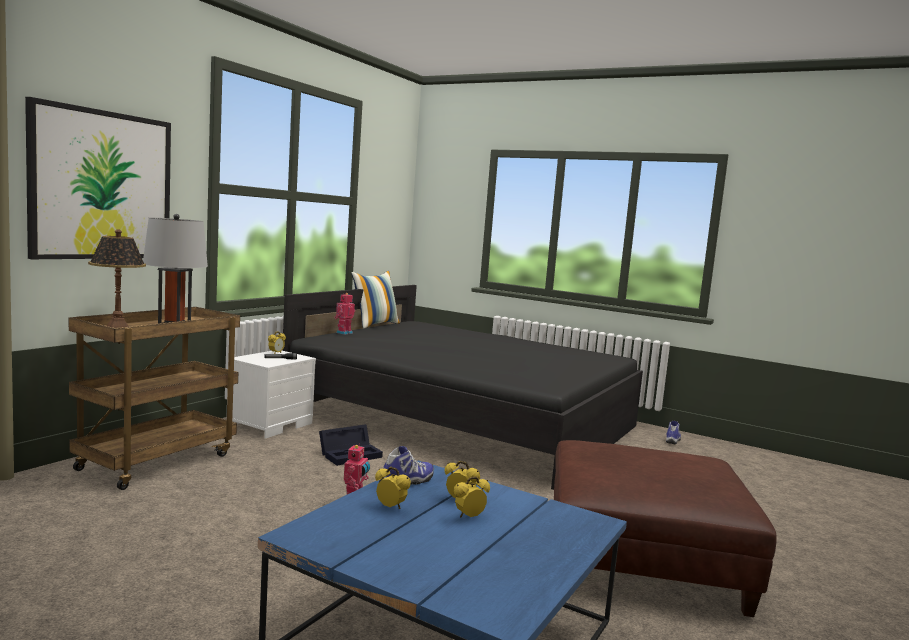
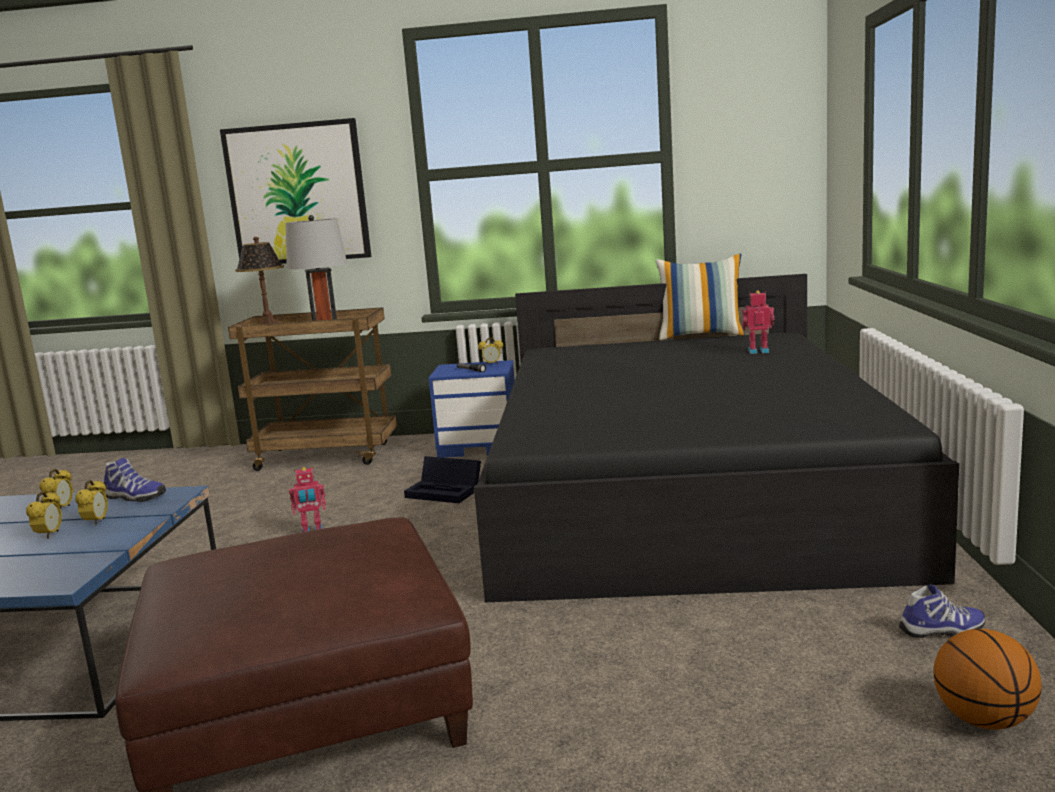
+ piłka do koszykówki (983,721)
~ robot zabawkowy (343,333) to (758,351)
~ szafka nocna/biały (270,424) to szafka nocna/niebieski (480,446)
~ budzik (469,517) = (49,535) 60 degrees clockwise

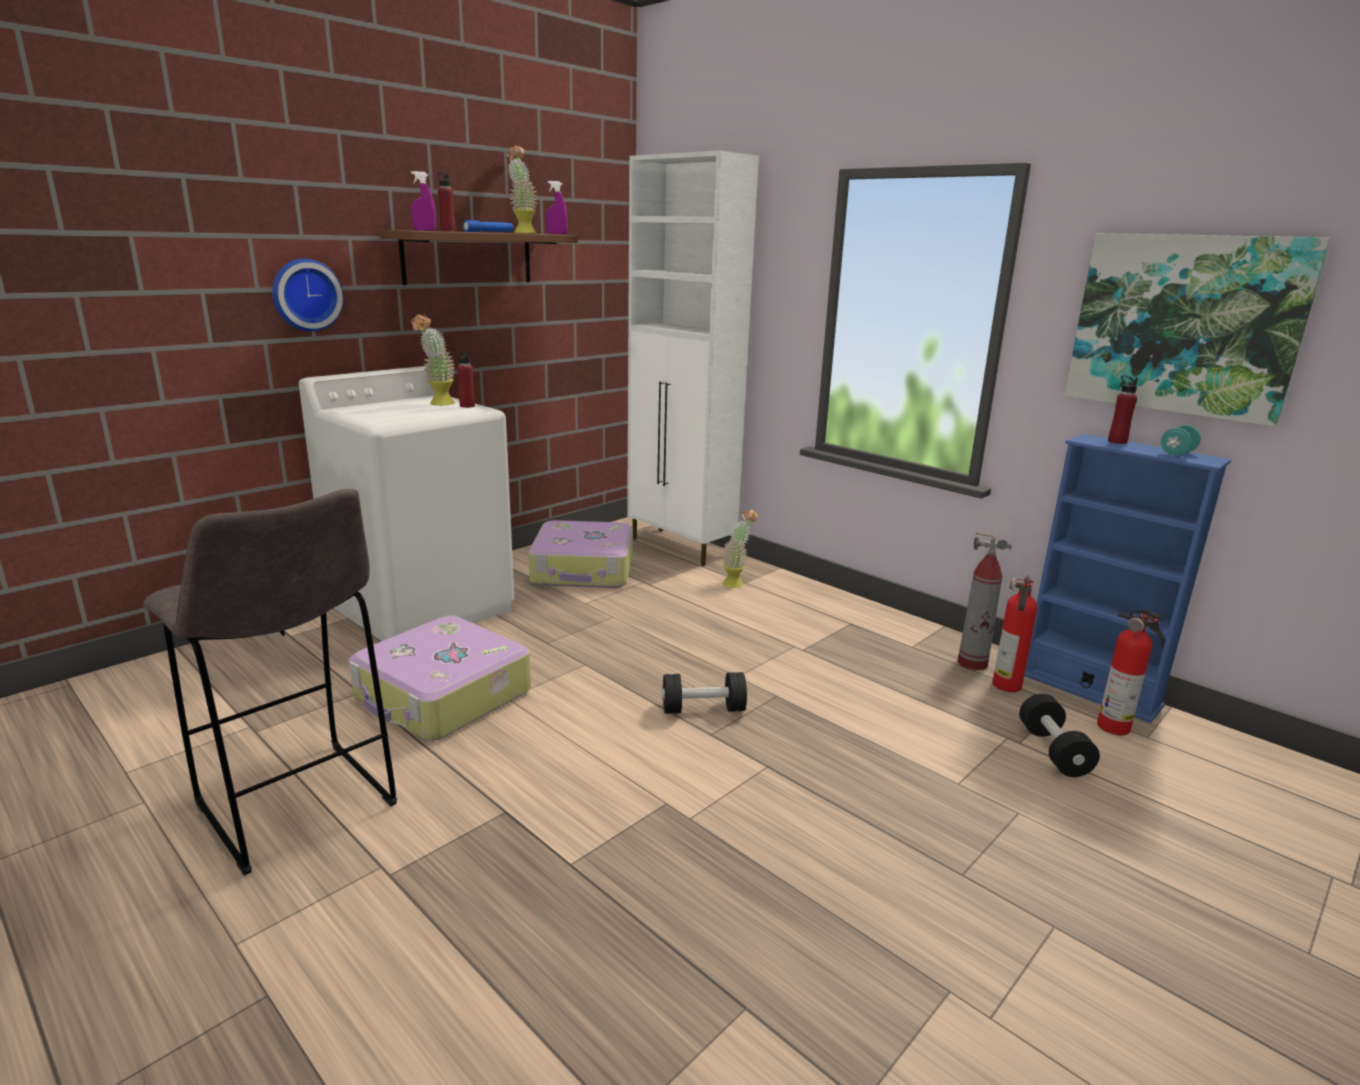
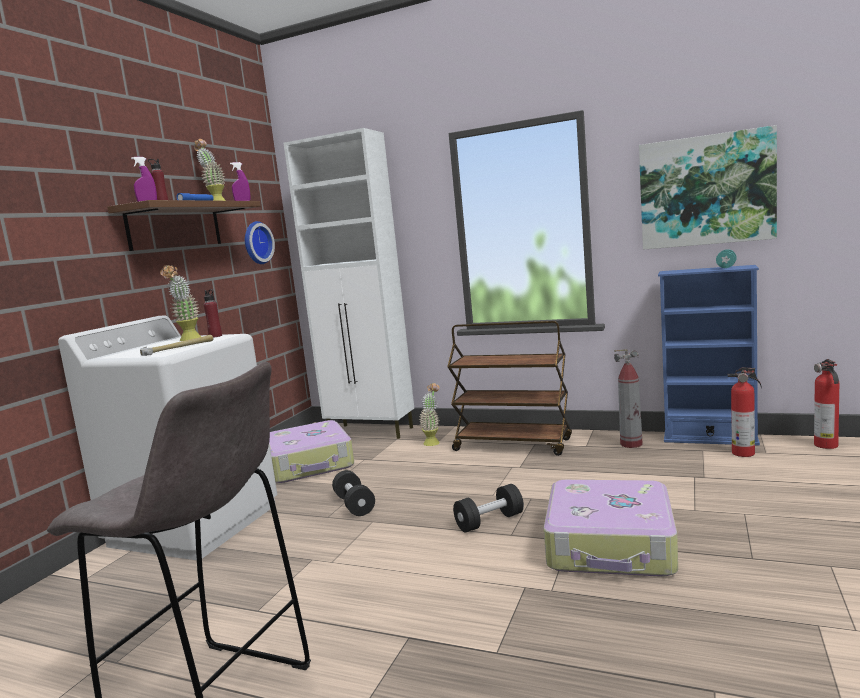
- butelka/czerwony (1117,441)
+ młotek (178,348)
+ wózek/brązowy (513,445)
~ zegar ścienny (305,295) to (256,243)
~ walizka (443,696) to (611,545)
~ gaśnica (1006,686) to (826,445)
~ hantel/czarny (1053,751) to (354,505)

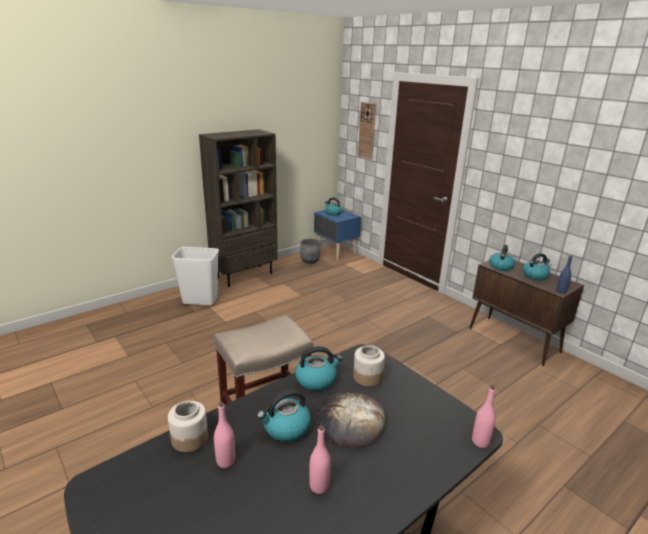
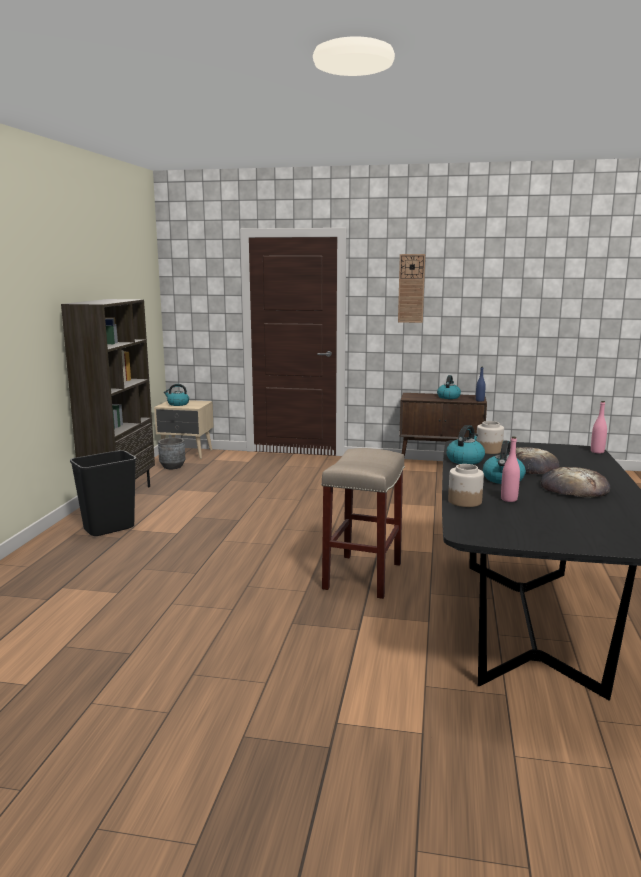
- czajnik (501,266)
~ zegar ścienny (367,130) to (411,288)
~ butelka/różowy (319,486) to chleb (573,488)
~ kosz na śmieci/biały (200,300) to kosz na śmieci/czarny (109,528)
~ szafka nocna/niebieski (335,252) to szafka nocna/beżowy (186,453)

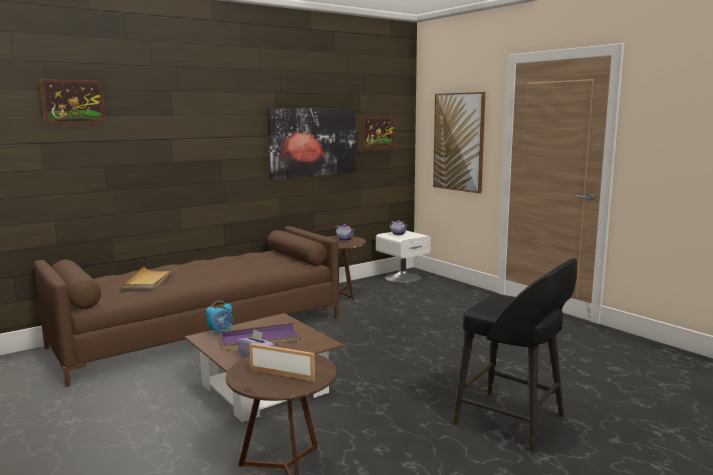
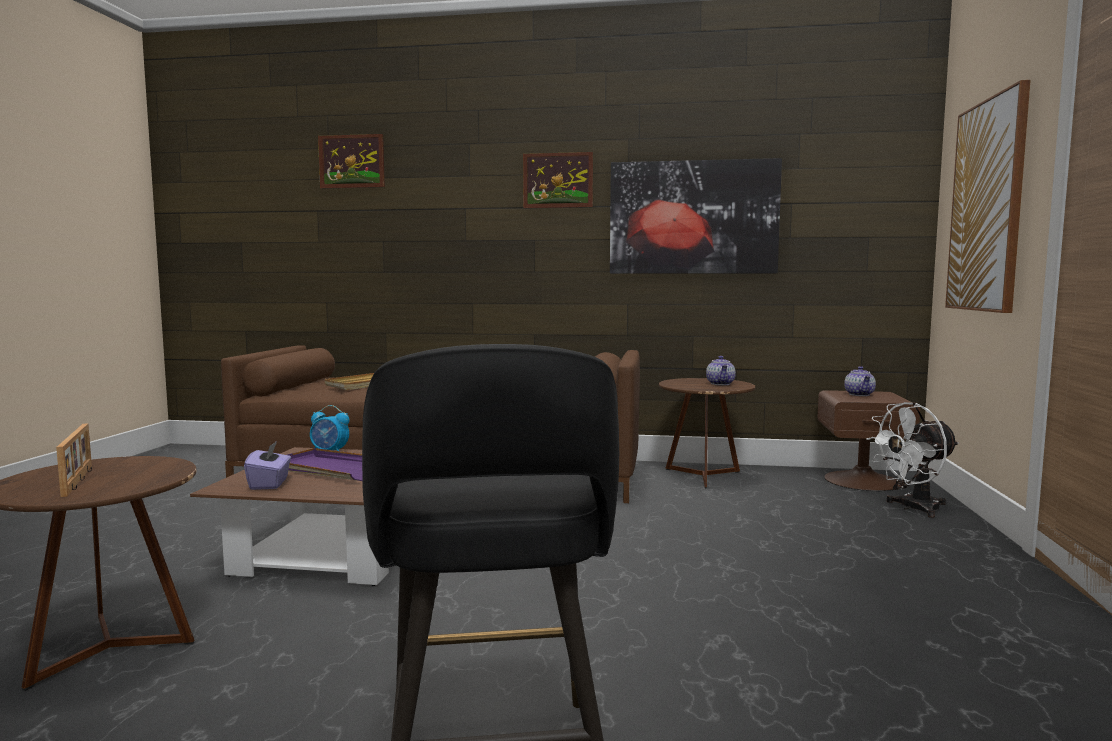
+ wentylator/biały (912,508)
~ obraz (377,132) to (558,180)
~ szafka nocna/biały (402,277) to szafka nocna/brązowy (862,480)

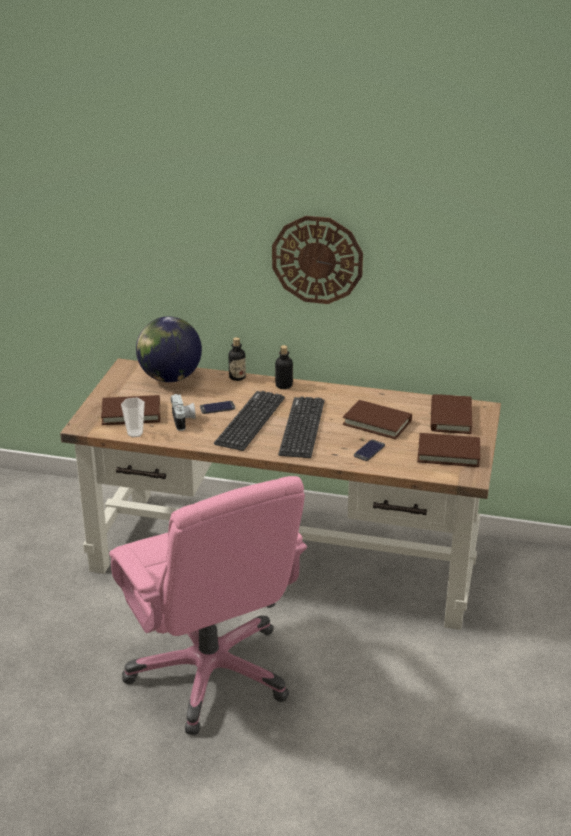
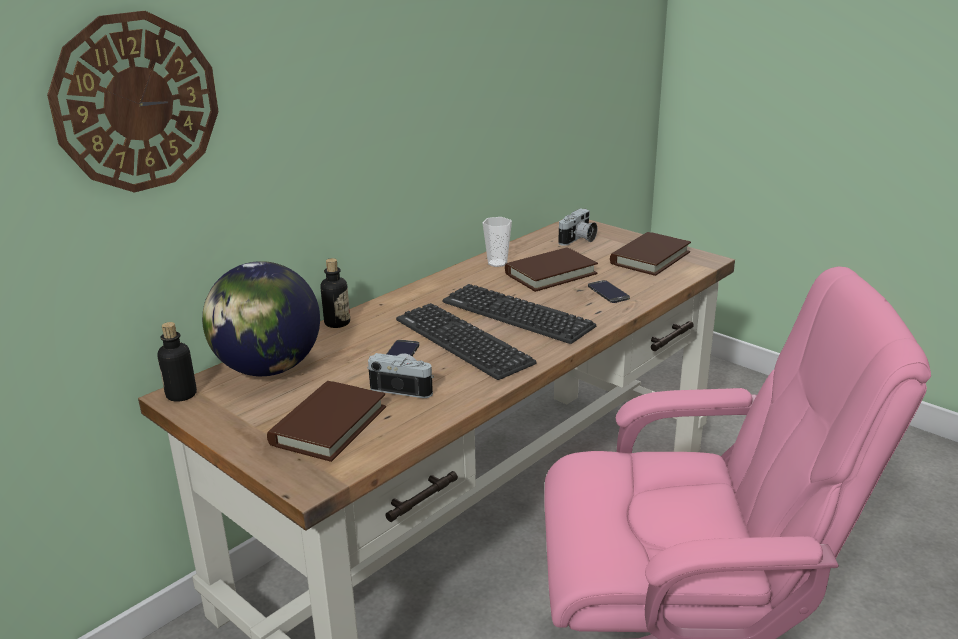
~ filiżanka (135,433) to (497,263)
~ zegar ścienny (317,259) to (137,103)
~ butelka (284,385) to (181,394)
~ książka/brązowy (450,417) to aparat fotograficzny (578,240)

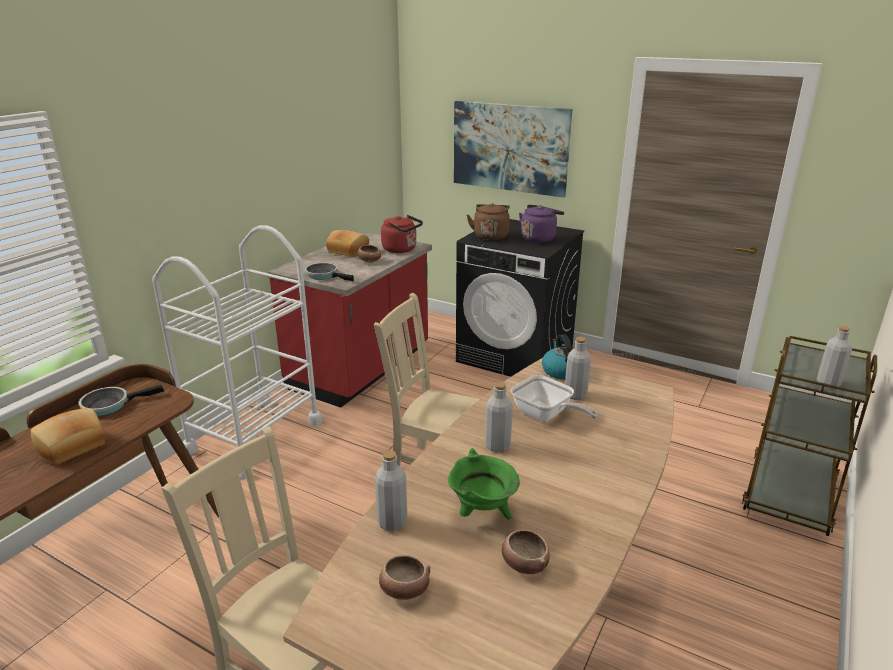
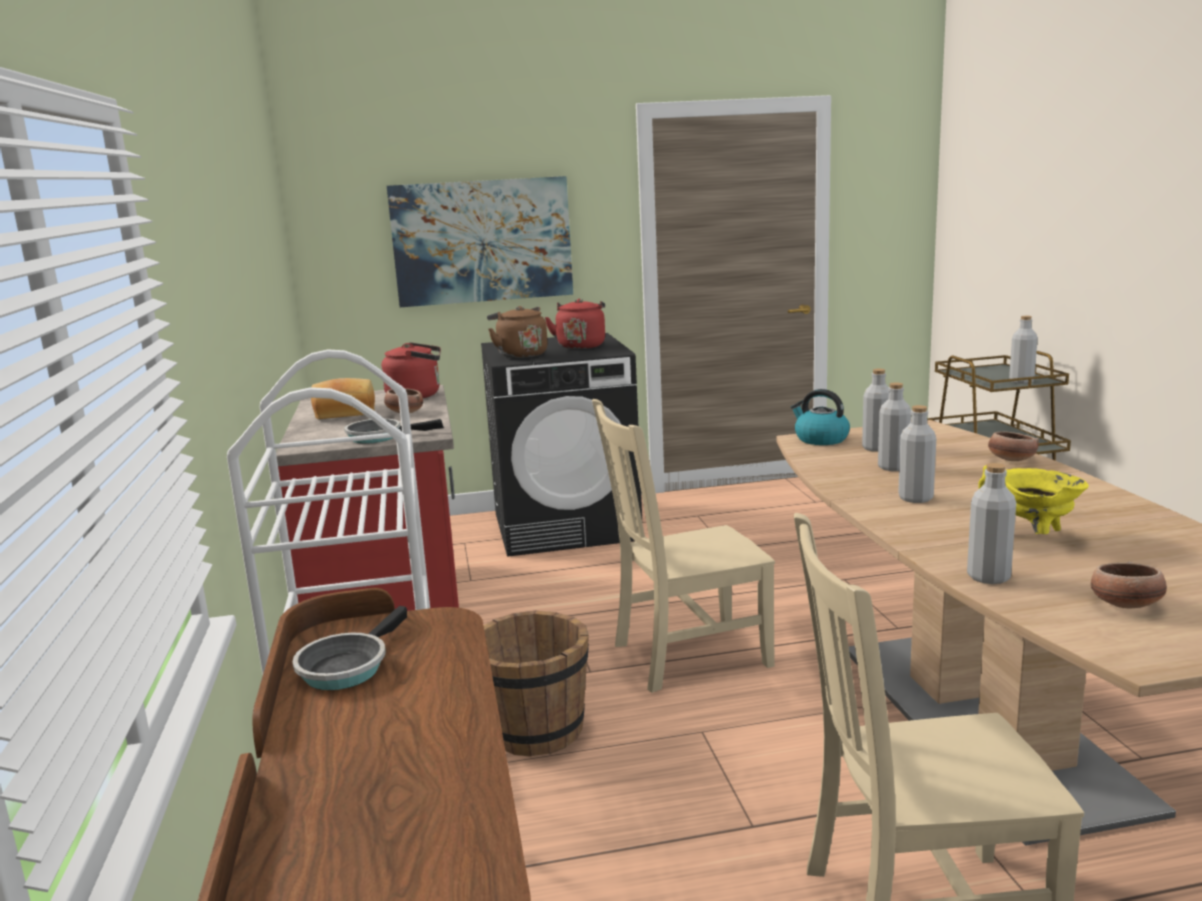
- chleb (72,447)
+ wiadro/brązowy (535,731)
~ miska (524,563) to (1010,460)
~ patelnia (545,415) to butelka/szary (893,467)
~ garnek/zielony (482,513) to garnek/żółty (1031,537)
~ czajnik/fioletowy (539,238) to czajnik/czerwony (581,346)

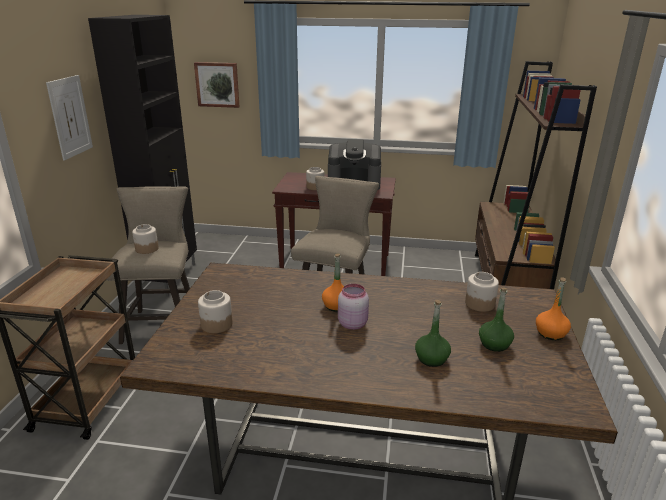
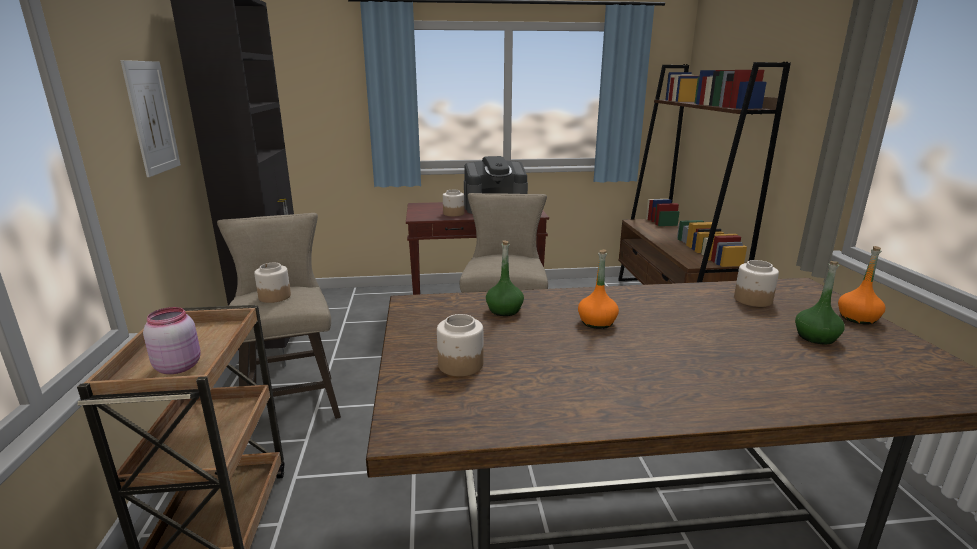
- obraz (217,84)
~ słoik/różowy (352,323) to (178,366)
~ butelka/zielony (432,358) to (504,310)

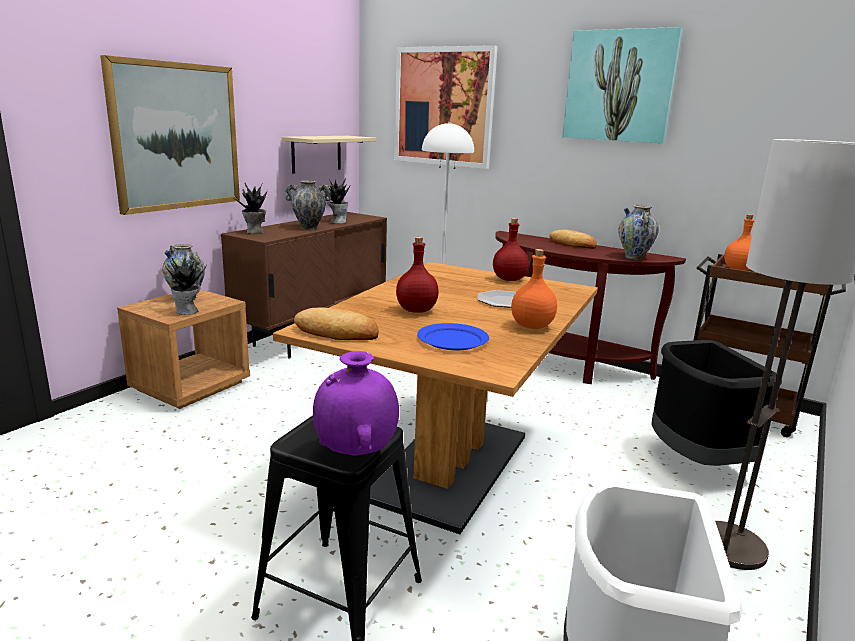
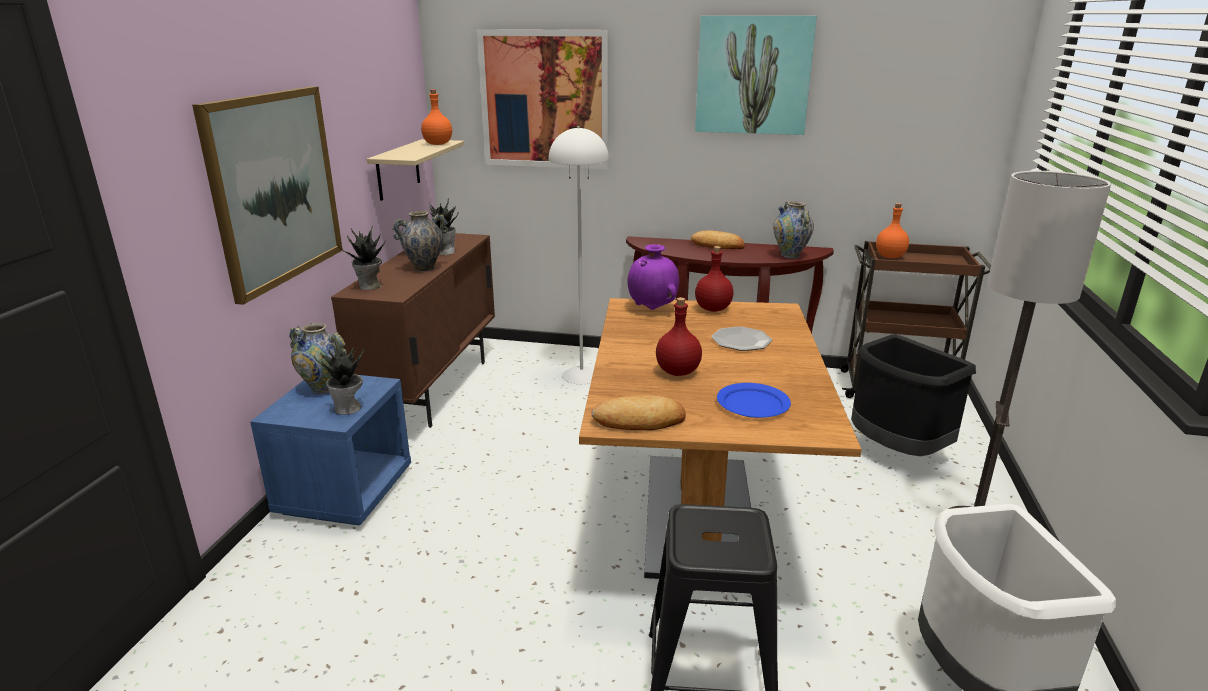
~ wazon/fioletowy (356,453) to (653,308)
~ butelka/pomarańczowy (531,326) to (437,144)
~ szafka nocna/brązowy (191,386) to szafka nocna/niebieski (345,492)

